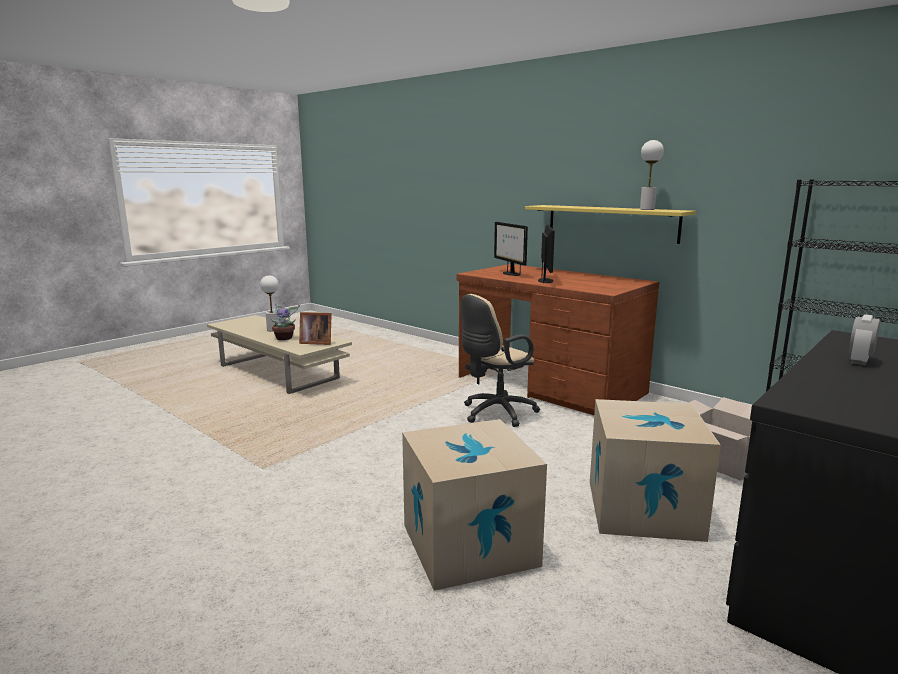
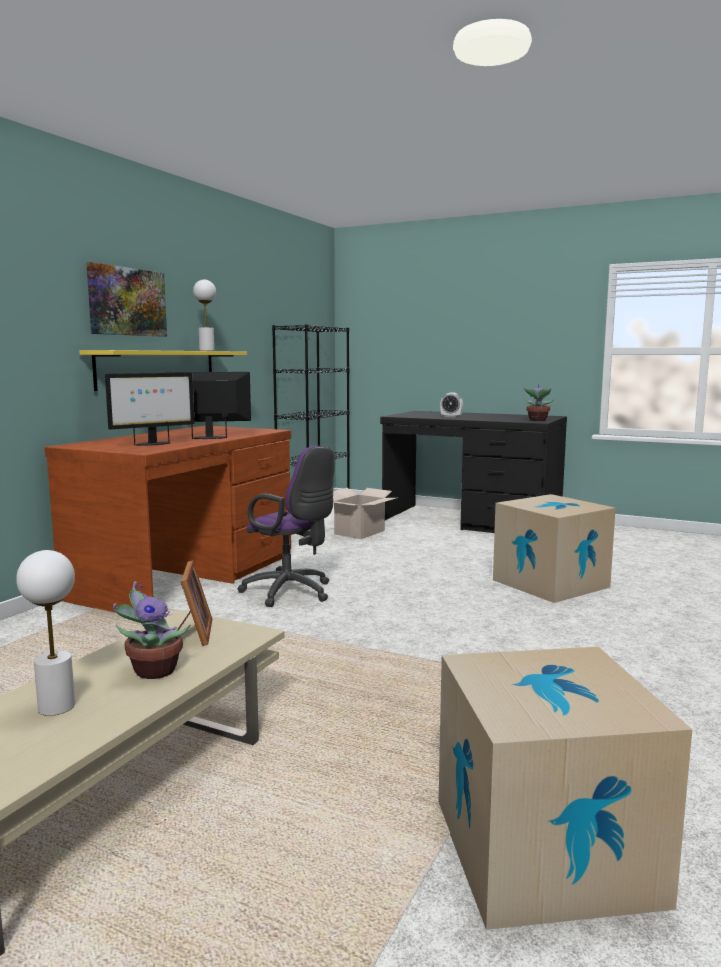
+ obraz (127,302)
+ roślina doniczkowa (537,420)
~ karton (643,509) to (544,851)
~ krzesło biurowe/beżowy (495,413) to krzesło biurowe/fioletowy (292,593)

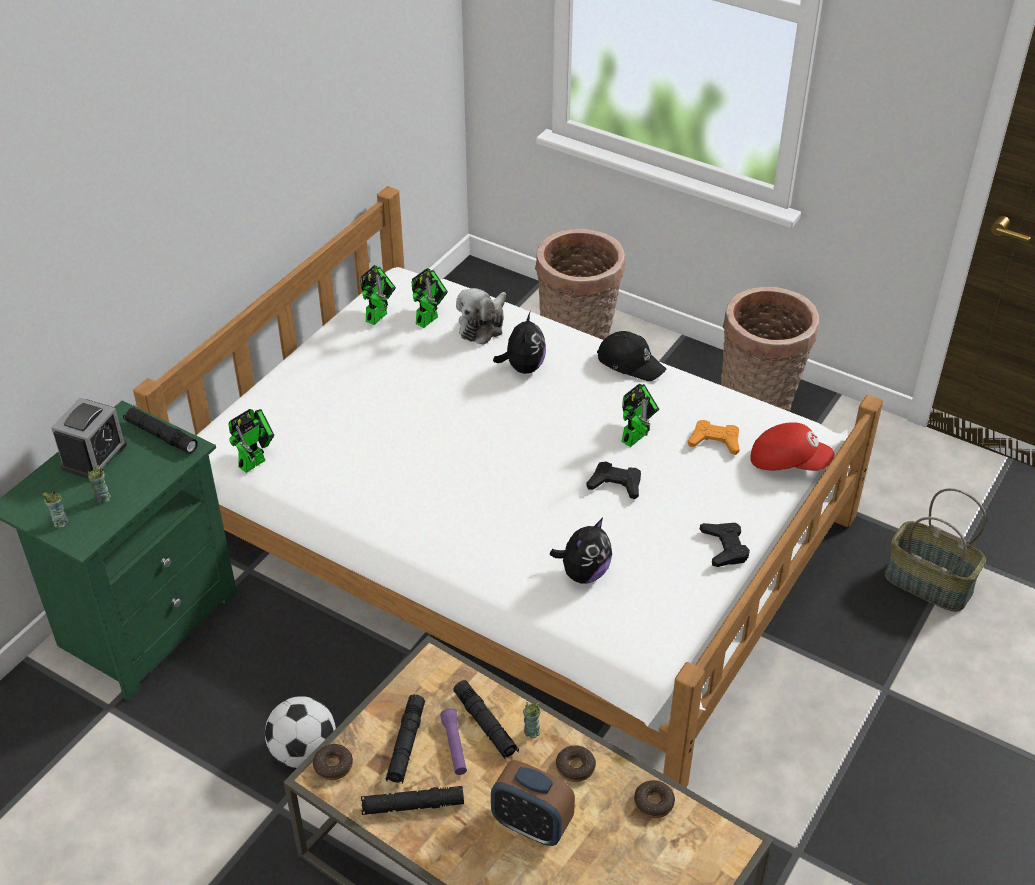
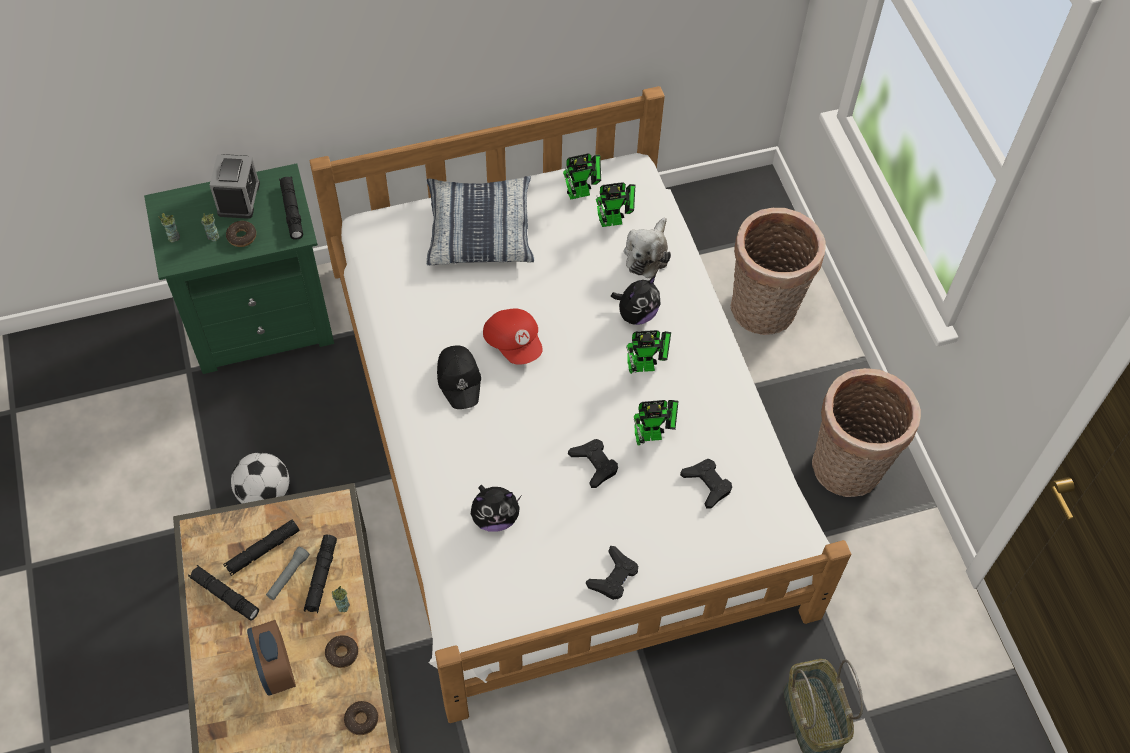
+ poduszka (480,229)
~ robot zabawkowy (255,461) to (647,366)
~ donut (333,765) to (242,237)
~ czapka z daszkiem/czarny (630,362) to (460,379)
~ czapka z daszkiem/czerwony (788,462) to (514,343)
~ latarka/fioletowy (454,746) to latarka/szary (288,576)
~ pad do gier/pomarańczowy (715,441) to pad do gier/czarny (707,484)
~ budzik (94,456) = (239,198) 60 degrees counterclockwise
~ pluszak (483,325) = (647,255) 45 degrees counterclockwise

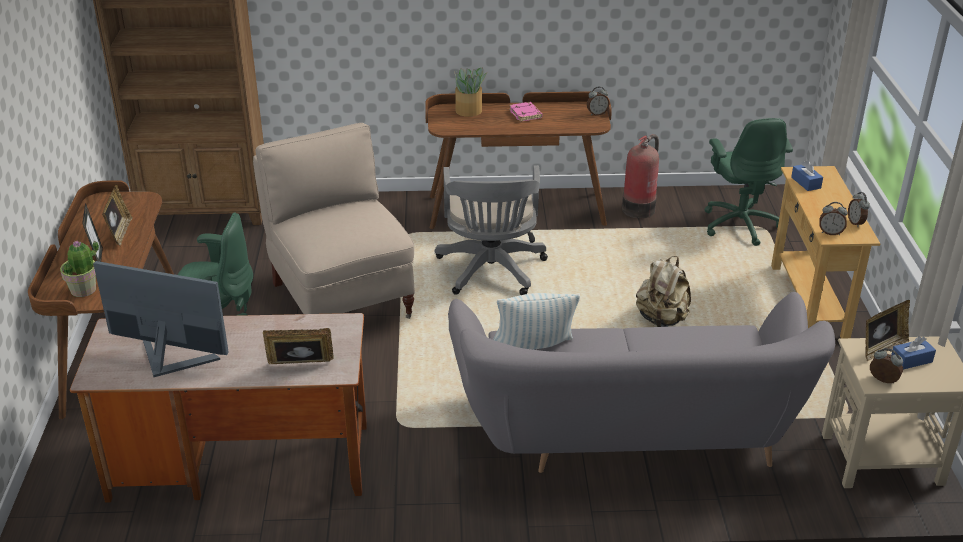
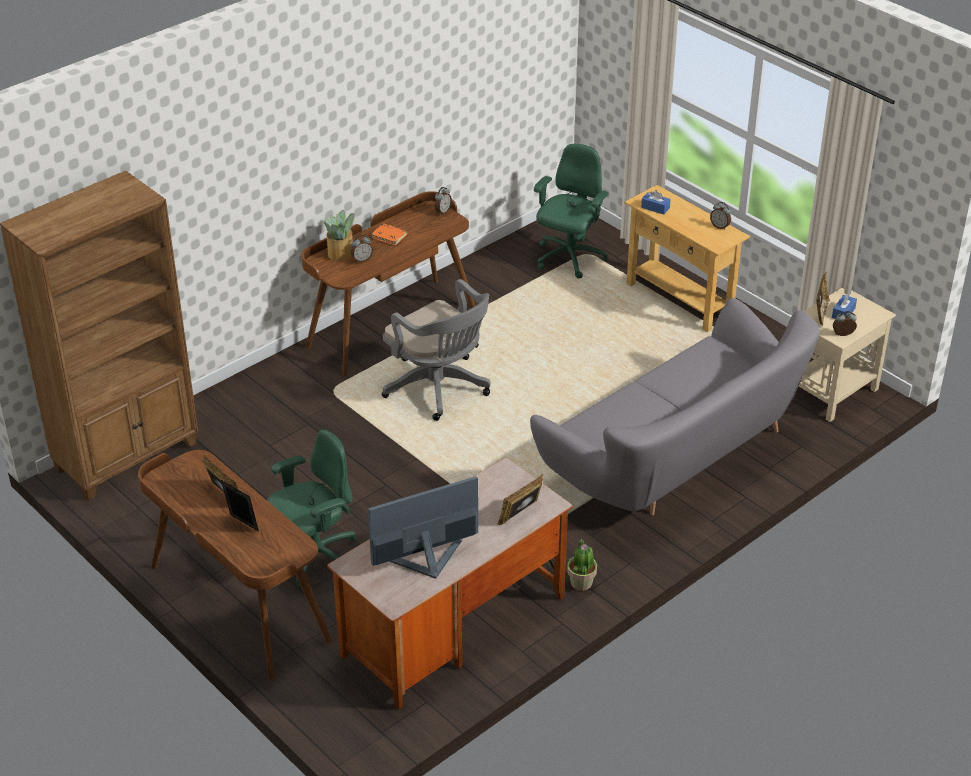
- krzesło/beżowy (341,300)
- poduszka (534,349)
- gaśnica (639,208)
- plecak/beżowy (662,319)
~ roślina doniczkowa (84,289) to (581,582)
~ budzik (830,232) to (362,259)
~ książka/różowy (526,114) to książka/pomarańczowy (389,236)
~ krzesło biurowe/zielony (740,224) = (568,258) 105 degrees counterclockwise

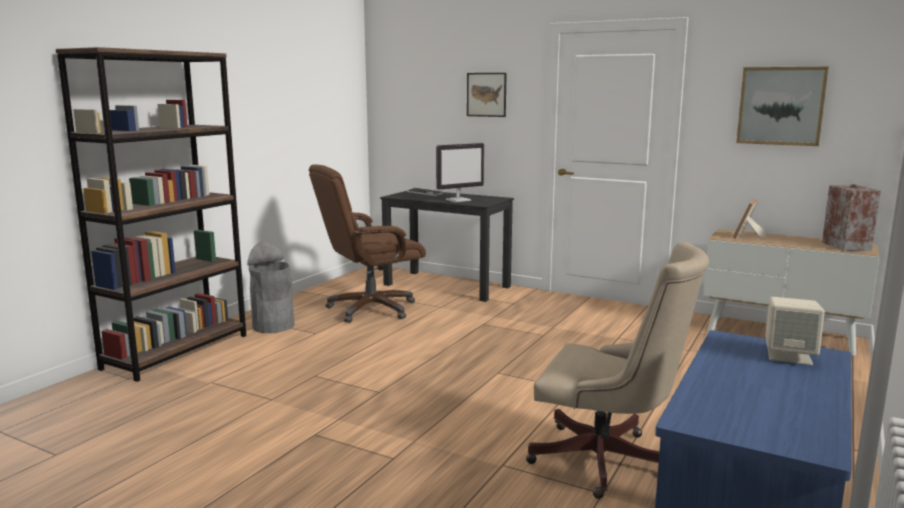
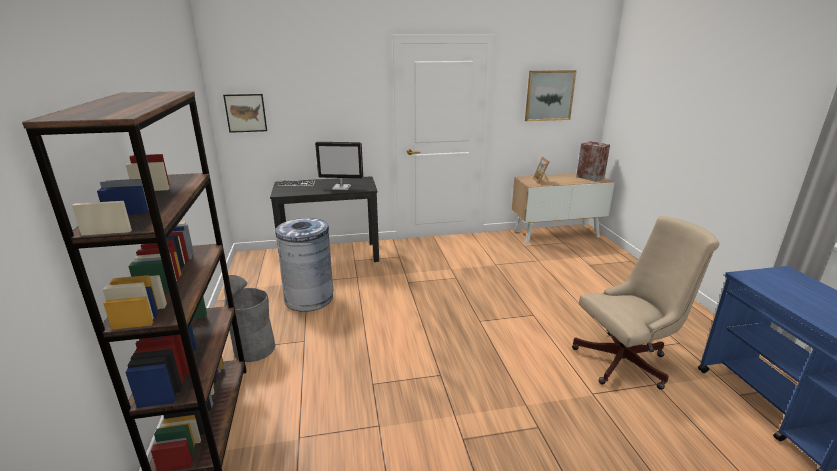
- głośnik/beżowy (789,356)
~ obraz (486,94) to (245,113)
~ krzesło biurowe/brązowy (370,309) to kosz na śmieci/szary (309,298)
~ monitor (459,200) = (341,187) 75 degrees clockwise

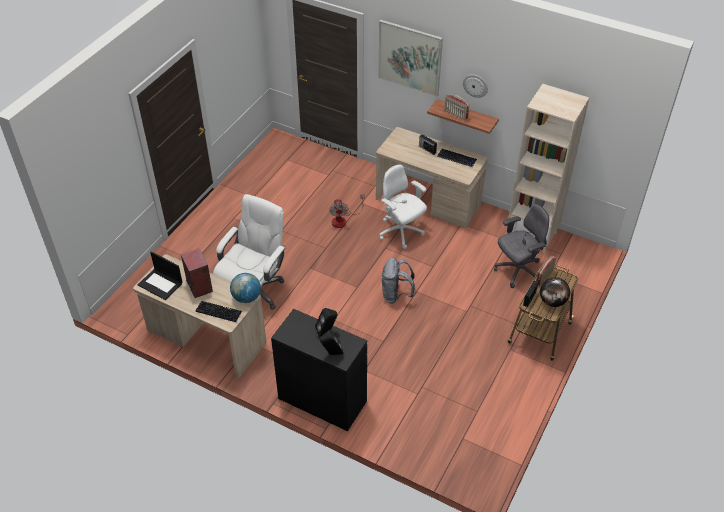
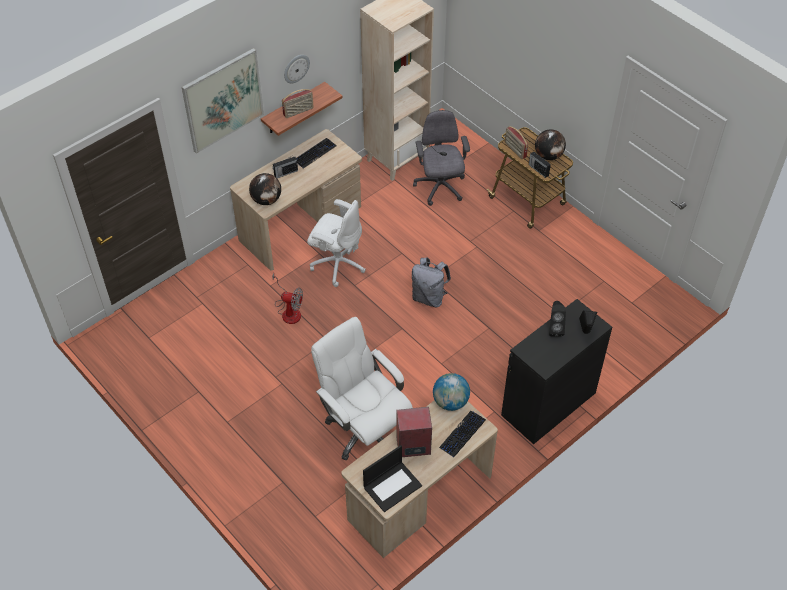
+ globus (266,200)
~ krzesło biurowe/biały (401,232) = (337,264) 135 degrees counterclockwise

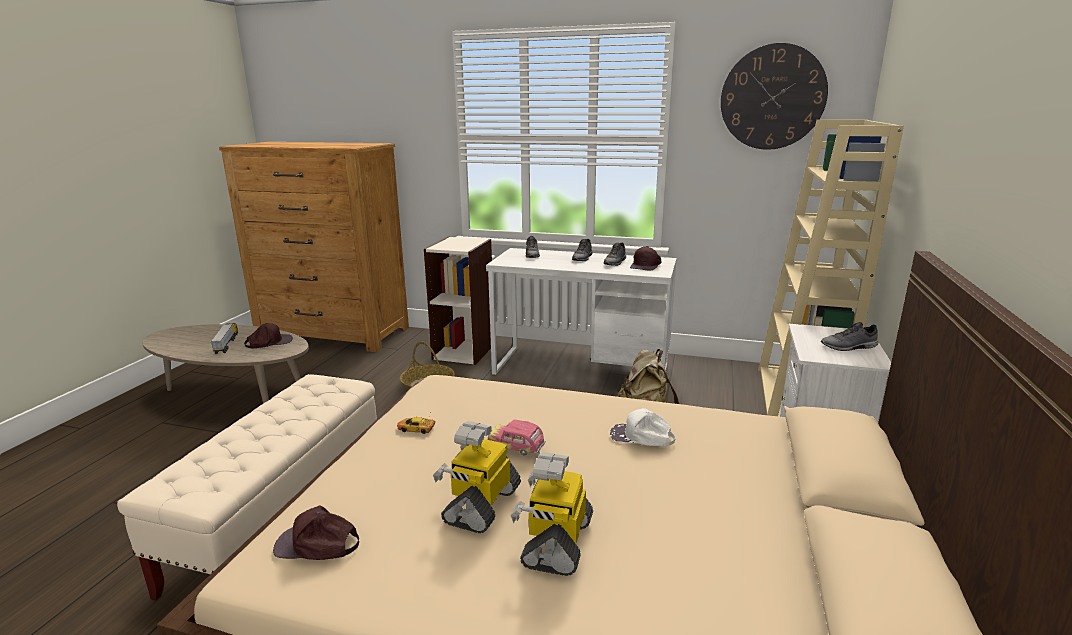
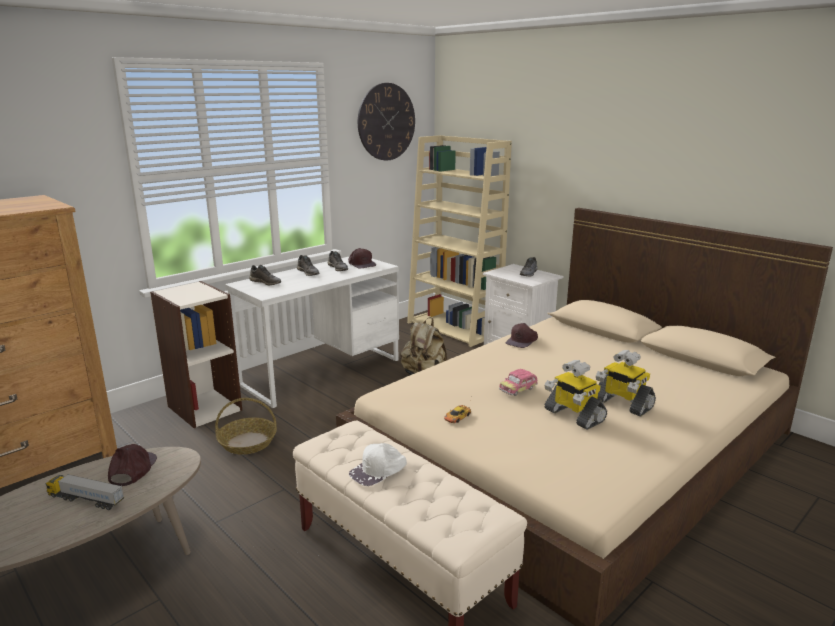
~ czapka z daszkiem/brązowy (317,544) to (522,341)
~ czapka z daszkiem/biały (641,437) to (379,470)

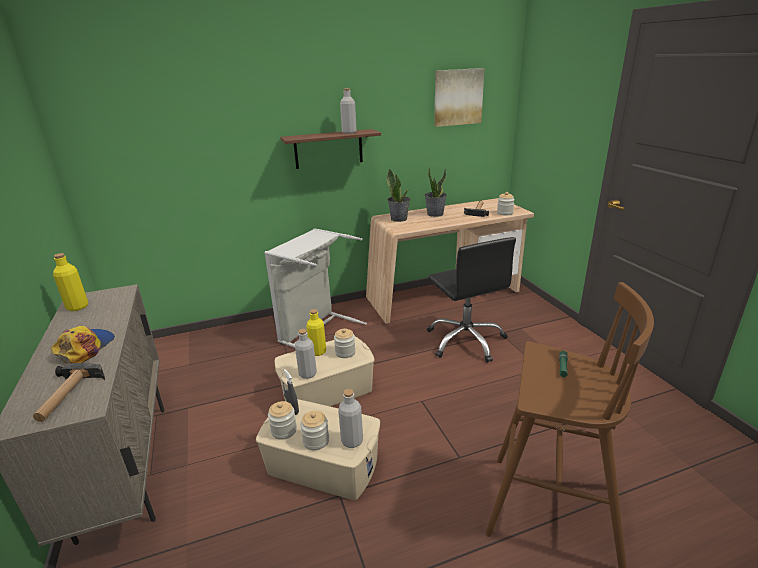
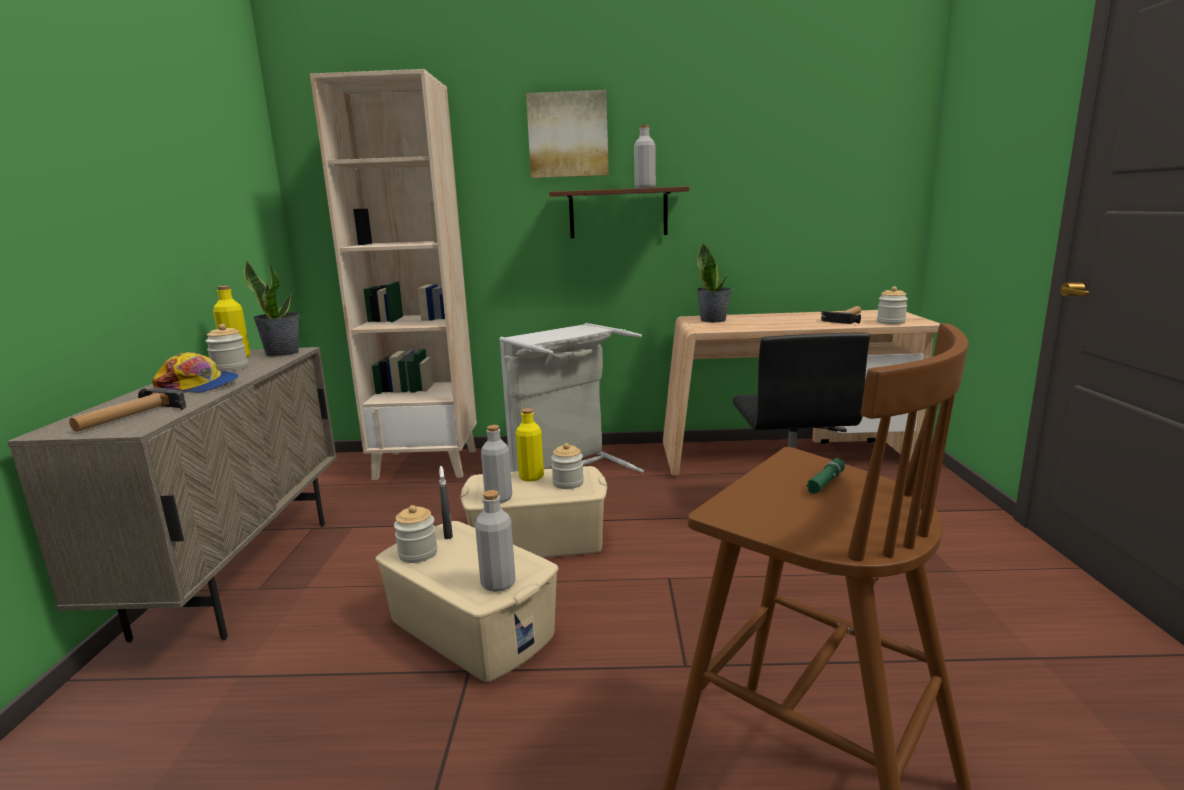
+ regał/beżowy (427,464)
~ słoik (316,441) to (230,368)
~ roślina doniczkowa (435,214) to (282,353)
~ obraz (457,97) to (568,135)
~ czapka z daszkiem (85,348) = (198,386) 75 degrees clockwise

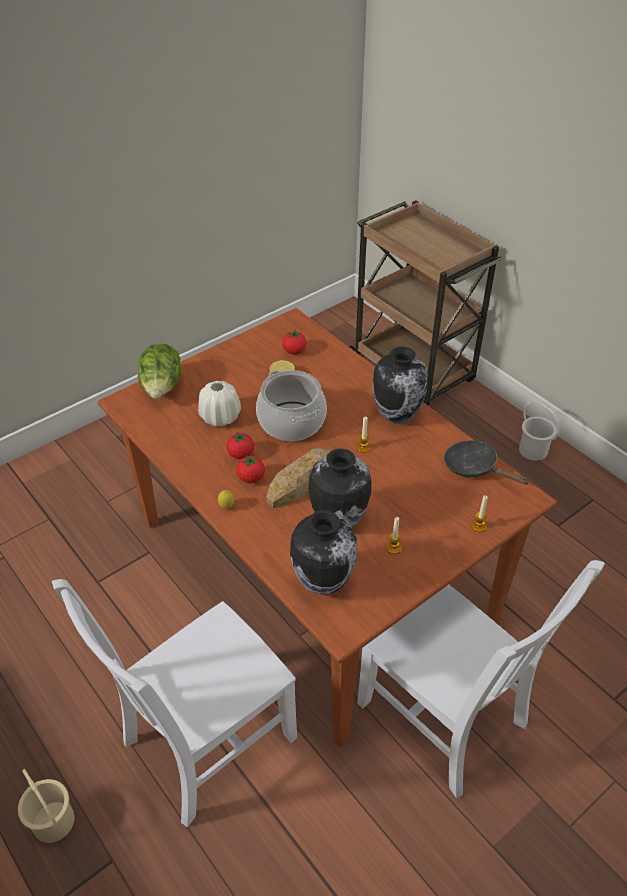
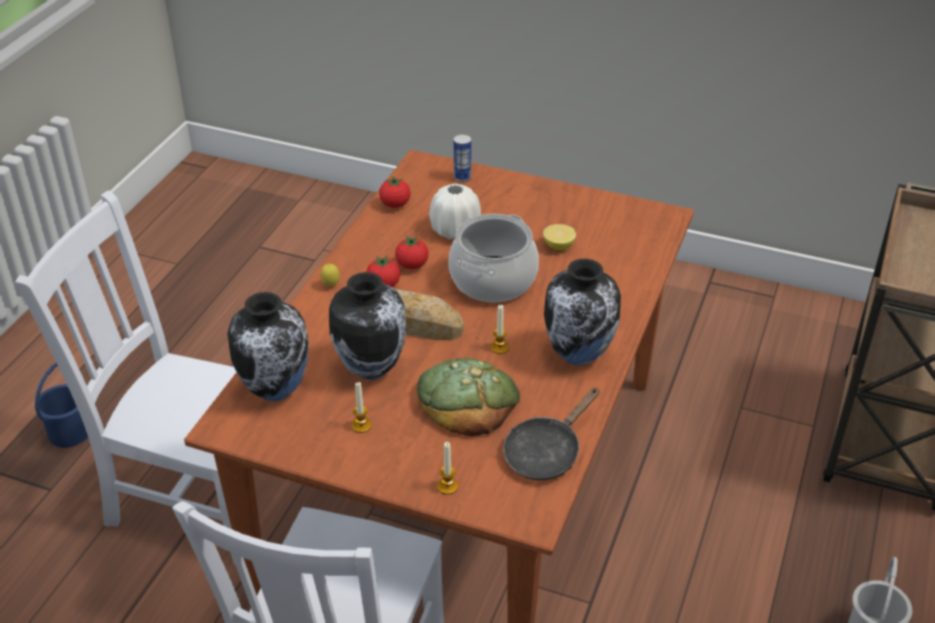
+ chleb (467,400)
~ pomidor (294,351) to (395,204)
~ sałata (162,388) to puszka (462,177)
~ wiadro/beżowy (53,822) to wiadro/niebieski (68,433)
~ patelnia/czarny (475,468) = (546,452) 150 degrees counterclockwise

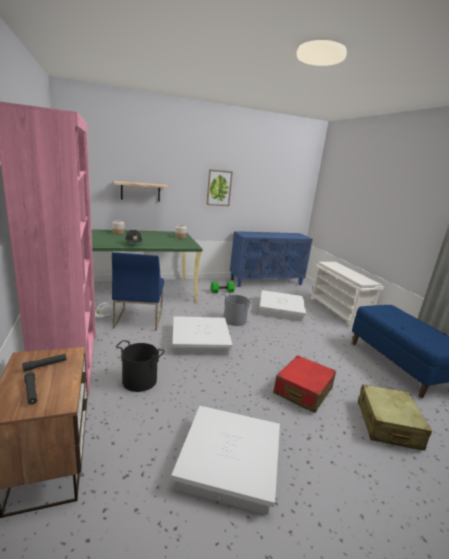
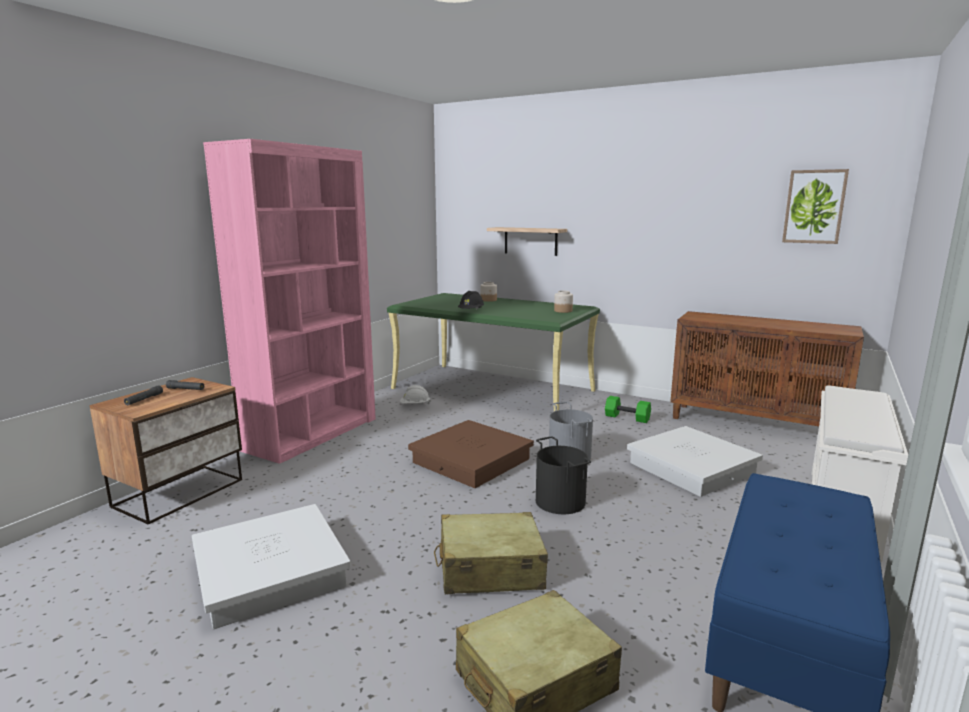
- krzesło/niebieski (138,318)
~ wiadro/czarny (139,381) to (559,501)
~ obraz (219,188) to (814,206)
~ pojemnik do przechowywania/biały (199,340) to pojemnik do przechowywania/brązowy (471,460)
~ szafka/niebieski (266,282) to szafka/brązowy (755,424)
~ walizka/czerwony (303,391) to walizka/beżowy (490,569)

